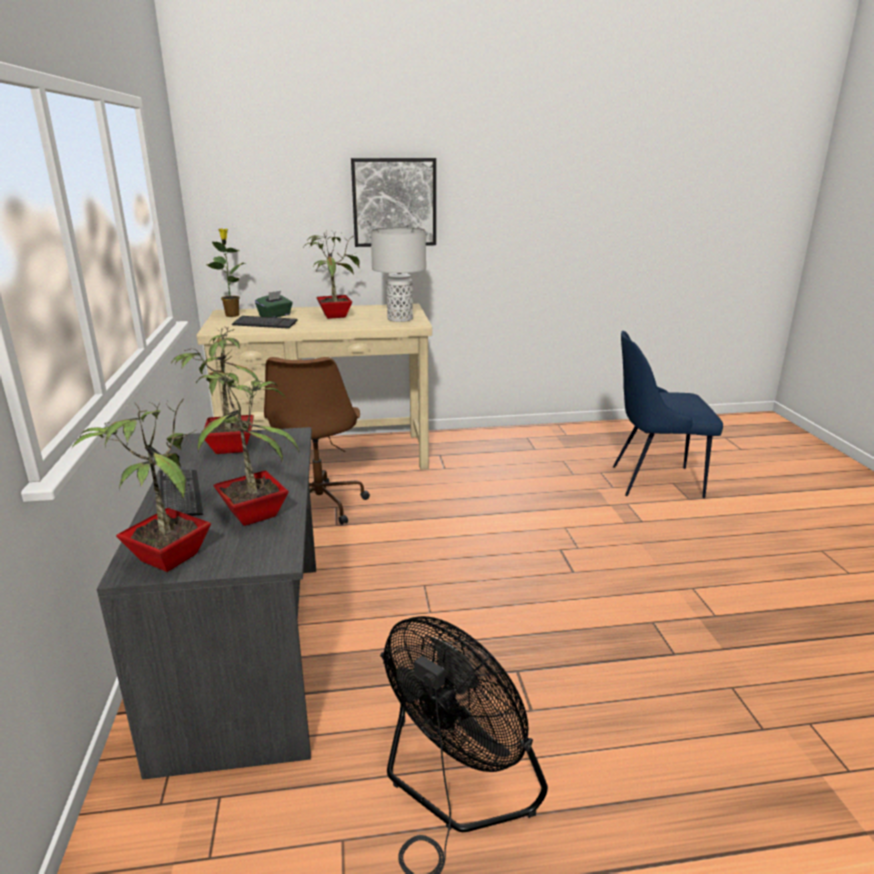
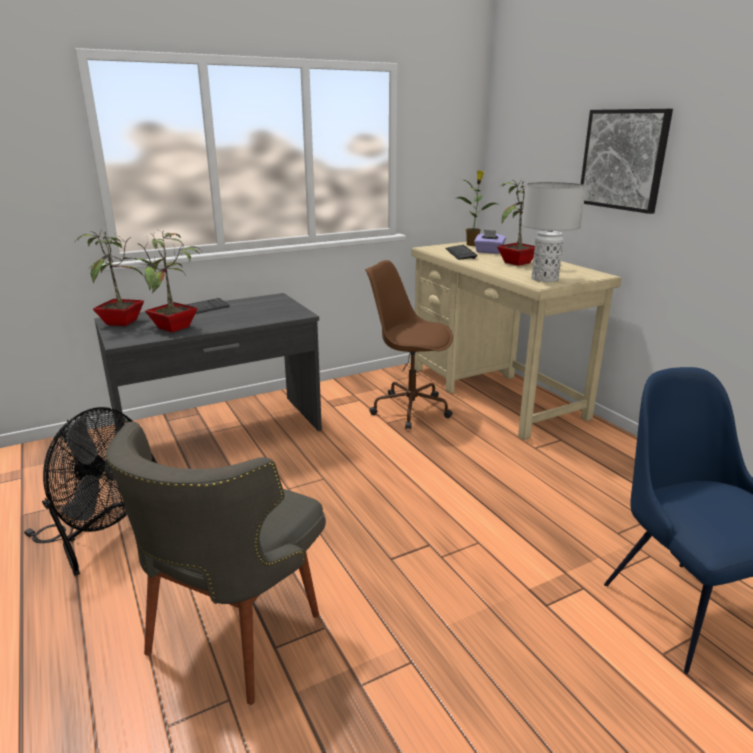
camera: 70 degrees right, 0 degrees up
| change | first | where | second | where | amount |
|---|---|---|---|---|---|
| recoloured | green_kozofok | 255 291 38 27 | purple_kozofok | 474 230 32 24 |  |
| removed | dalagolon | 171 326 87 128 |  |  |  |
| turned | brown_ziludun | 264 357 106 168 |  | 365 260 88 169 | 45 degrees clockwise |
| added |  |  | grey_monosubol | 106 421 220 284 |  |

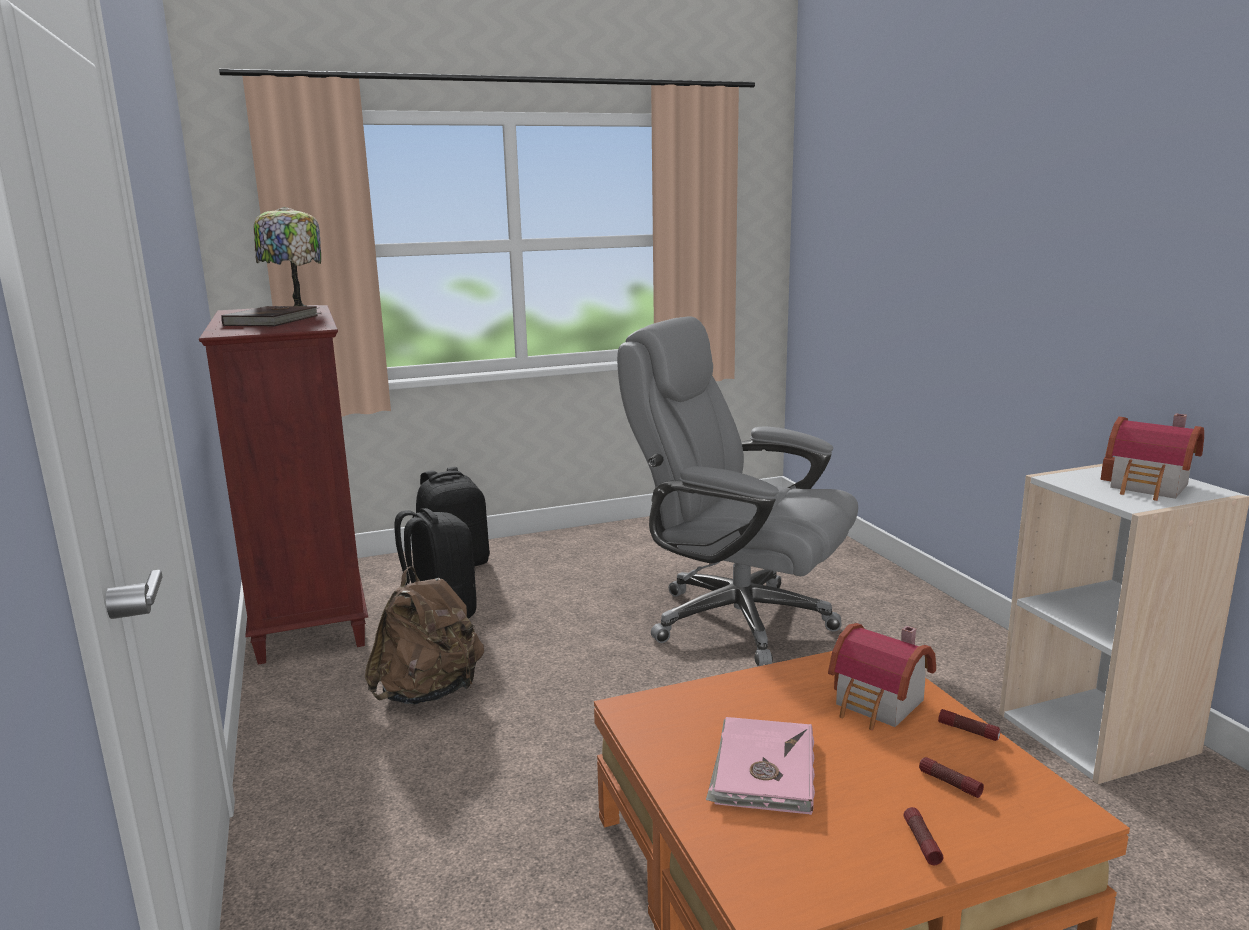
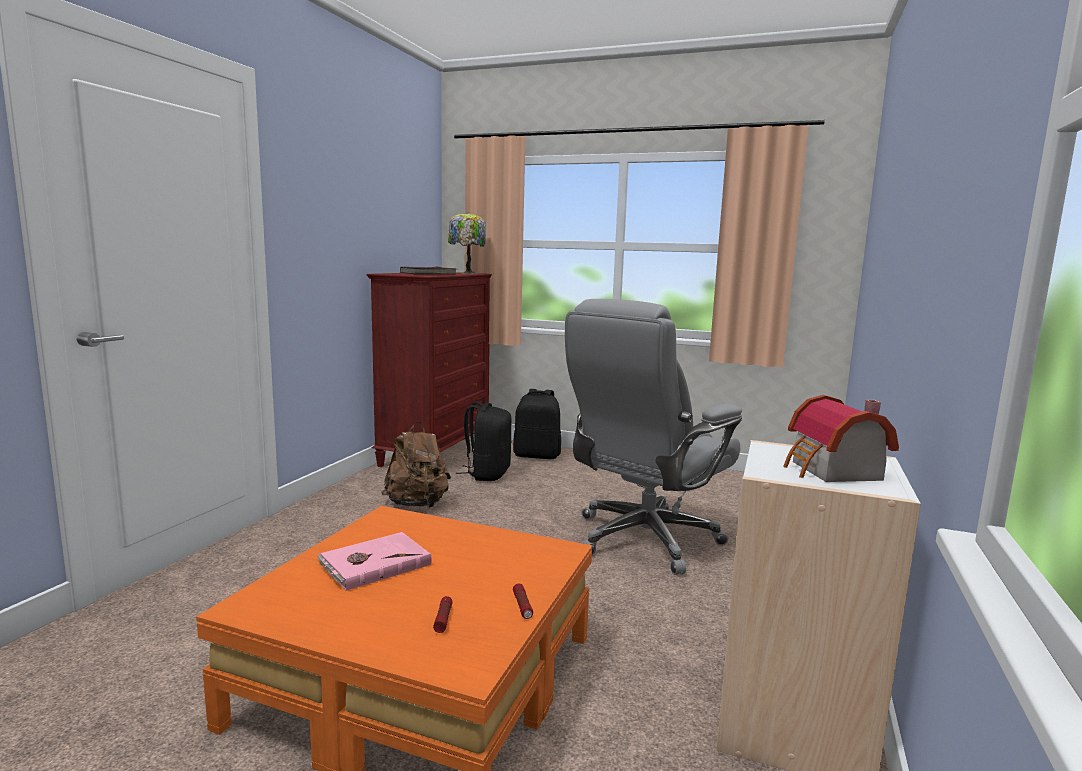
camera: 40 degrees right, 5 degrees down
| change | first | where | second | where | amount |
|---|---|---|---|---|---|
| turned | grey_ziludun | 617 316 241 351 |  | 565 299 177 276 | 120 degrees counterclockwise |
| removed | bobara | 828 623 108 107 |  |  |  |
| removed | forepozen | 904 807 39 58 |  |  |  |

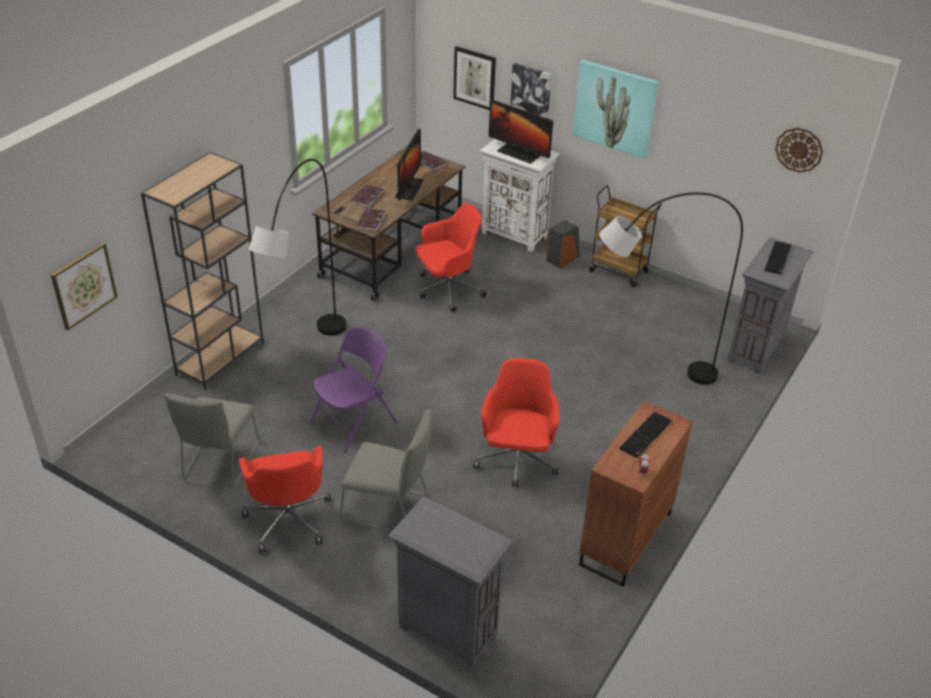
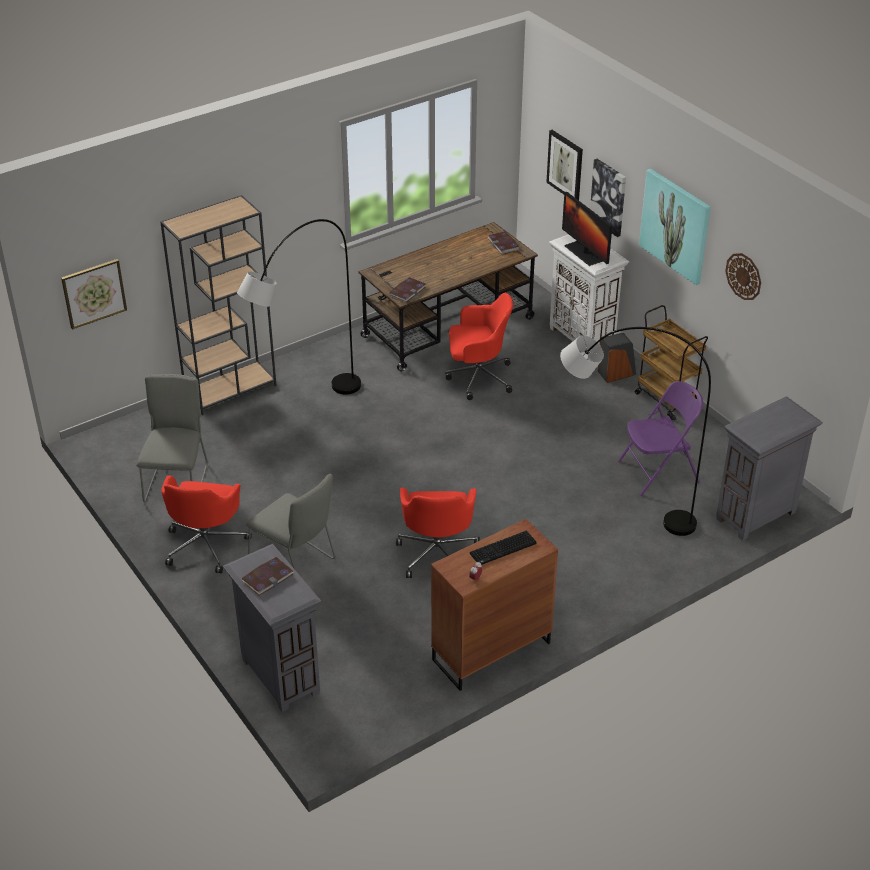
camera: 25 degrees right, 0 degrees up
| change | first | where | second | where | amount |
|---|---|---|---|---|---|
| moved | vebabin | 775 128 48 45 |  | 725 253 36 47 |  |
| removed | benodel | 395 129 29 72 |  |  |  |
| moved | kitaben | 351 185 32 23 |  | 242 557 51 38 |  |
| removed | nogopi | 764 241 27 33 |  |  |  |
| moved | purple_monosubol | 310 328 88 126 |  | 618 381 85 116 |  |
| turned | red_ziludun | 473 358 87 129 |  | 396 488 84 90 | 150 degrees clockwise |
| turned | grey_monosubol | 164 393 95 94 |  | 136 374 72 128 | 150 degrees clockwise |

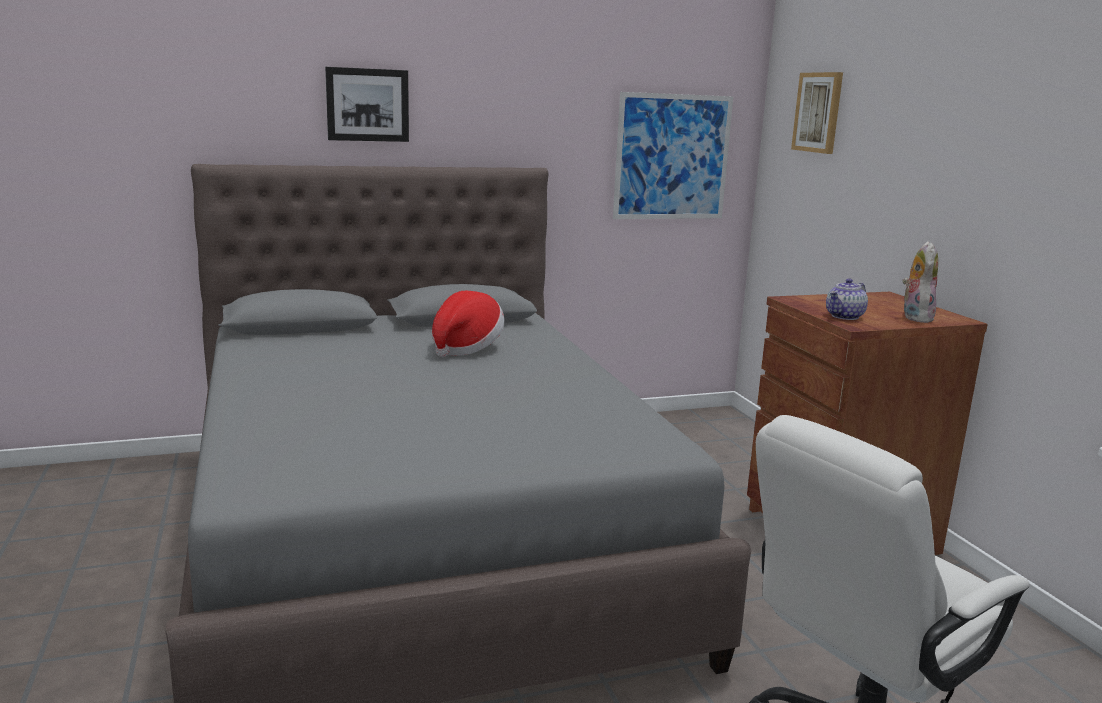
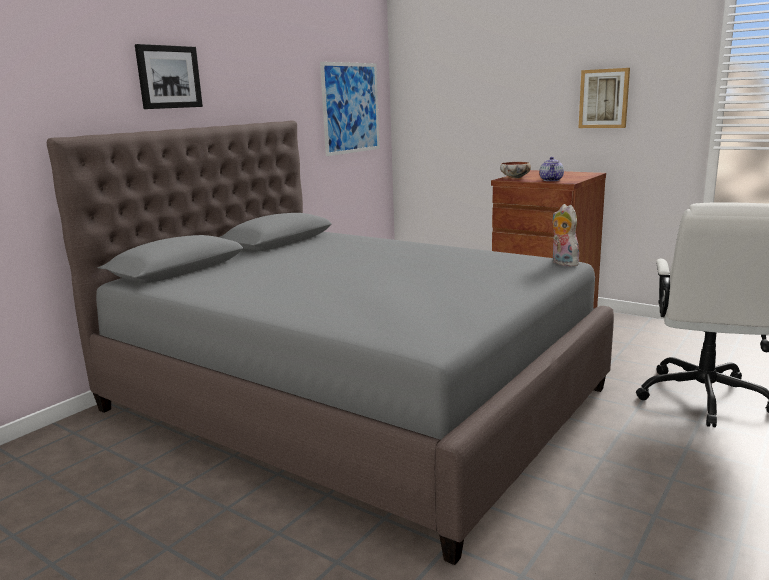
camera: 35 degrees left, 0 degrees up
| change | first | where | second | where | amount |
|---|---|---|---|---|---|
| moved | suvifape | 791 72 52 82 |  | 579 68 51 60 |  |
| moved | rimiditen | 902 241 36 82 |  | 553 204 26 63 |  |
| removed | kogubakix | 432 291 73 66 |  |  |  |
| added |  |  | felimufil | 500 162 31 16 |  |

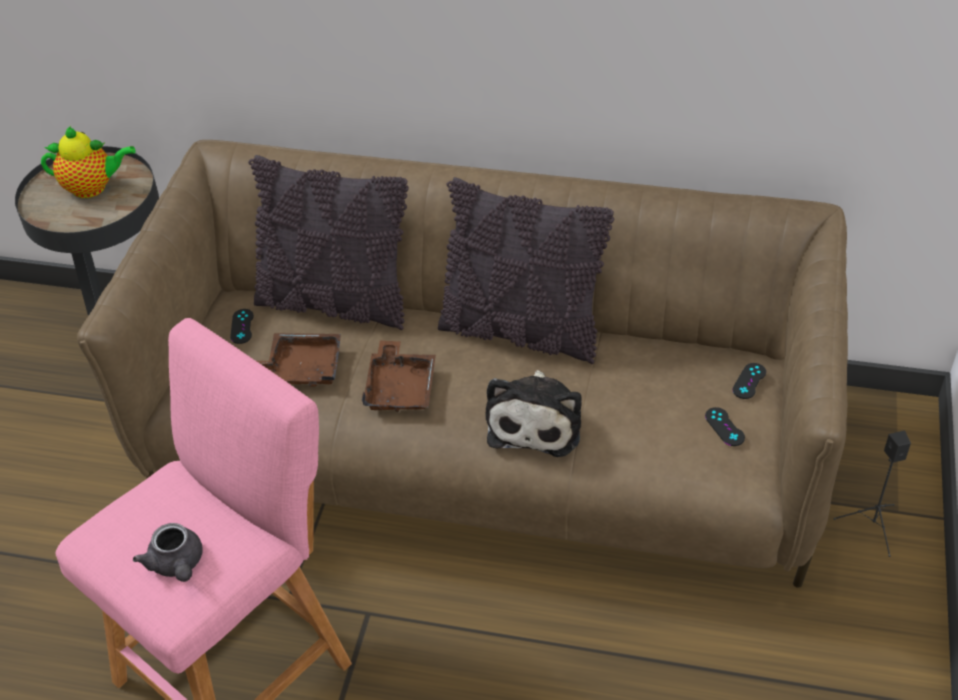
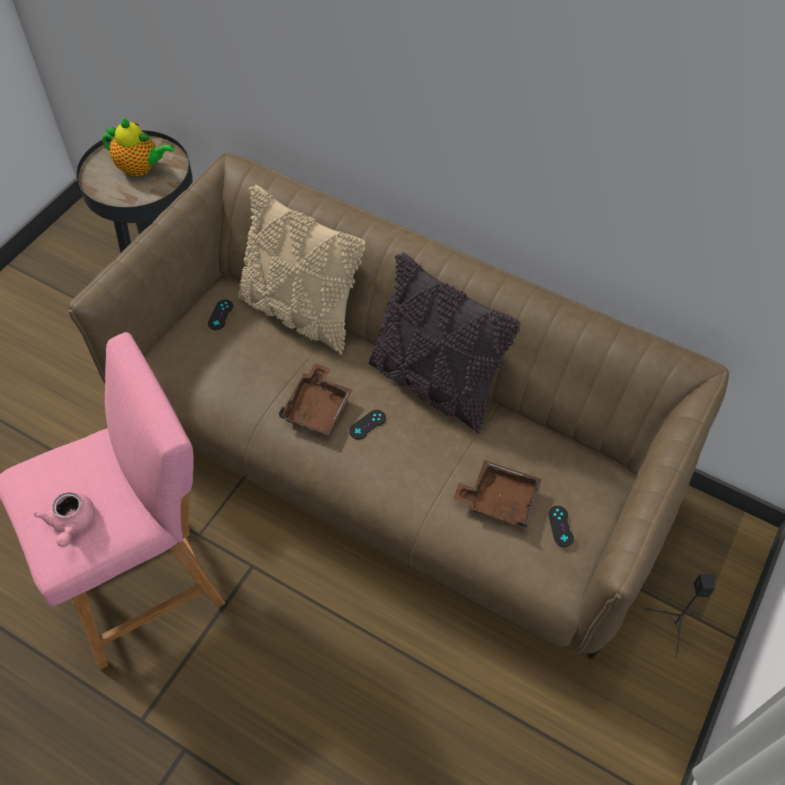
camera: 15 degrees right, 10 degrees up
| change | first | where | second | where | amount |
|---|---|---|---|---|---|
| recoloured | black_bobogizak | 248 155 161 175 | beige_bobogizak | 238 185 127 170 |  |
| moved | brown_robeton | 257 333 84 54 |  | 453 460 89 67 |  |
| moved | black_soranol | 733 363 33 36 |  | 349 410 37 29 |  |
| removed | rimiditen | 486 370 96 87 |  |  |  |
| recoloured | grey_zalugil | 133 523 69 59 | pink_zalugil | 34 492 61 55 |  |

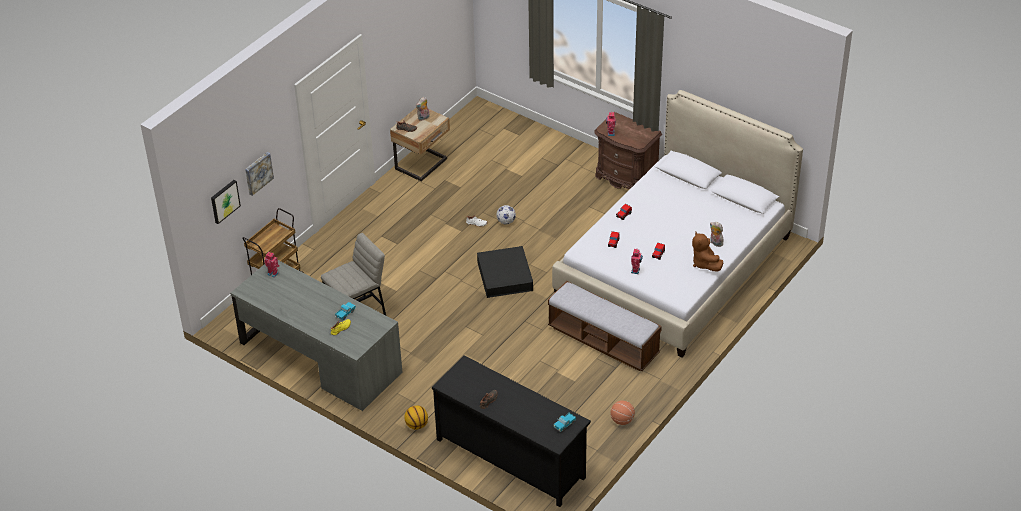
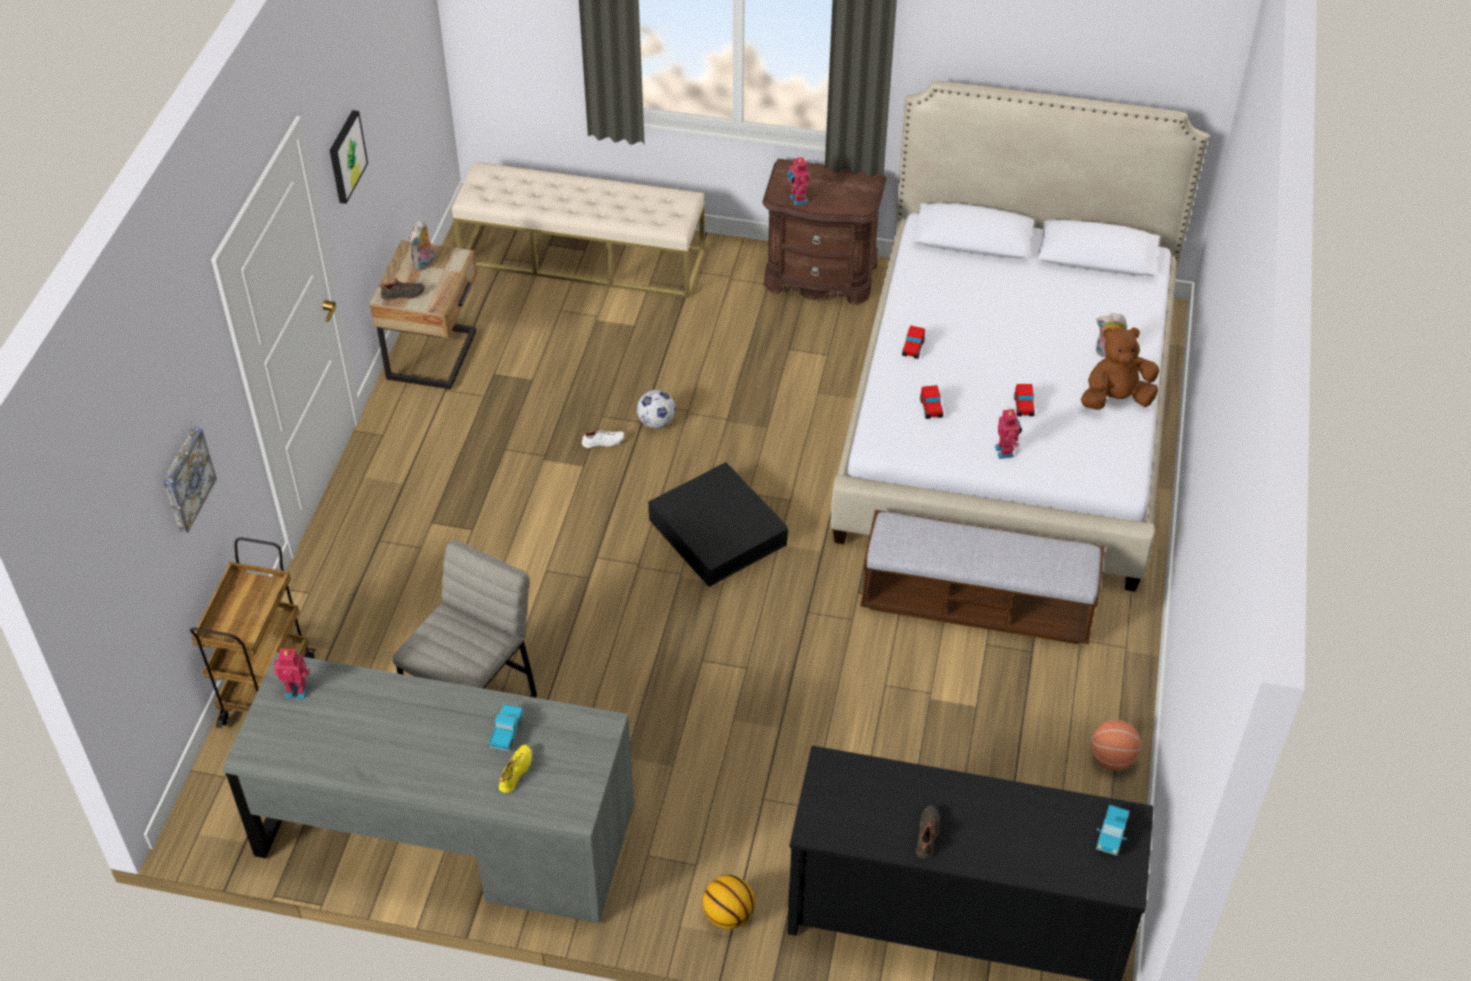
camera: 25 degrees left, 5 degrees up
| change | first | where | second | where | amount |
|---|---|---|---|---|---|
| moved | suvifape | 211 180 30 44 |  | 330 110 38 94 |  |
| turned | brown_rimiditen | 692 232 31 40 |  | 1081 327 78 83 | 120 degrees clockwise |
| added |  |  | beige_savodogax | 452 161 253 137 |  |

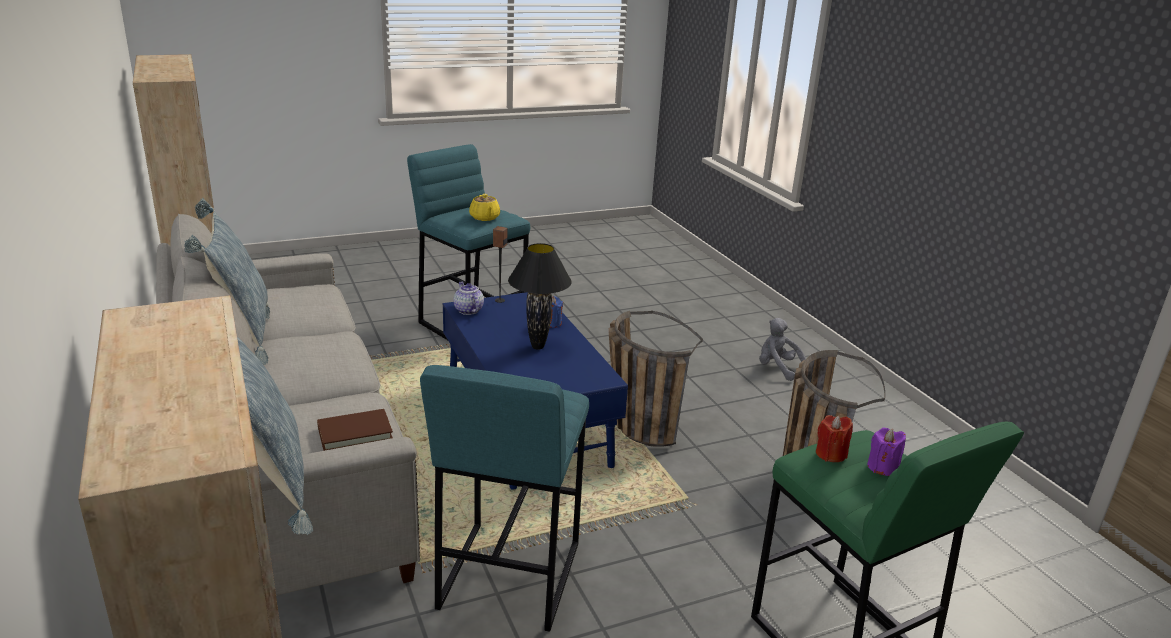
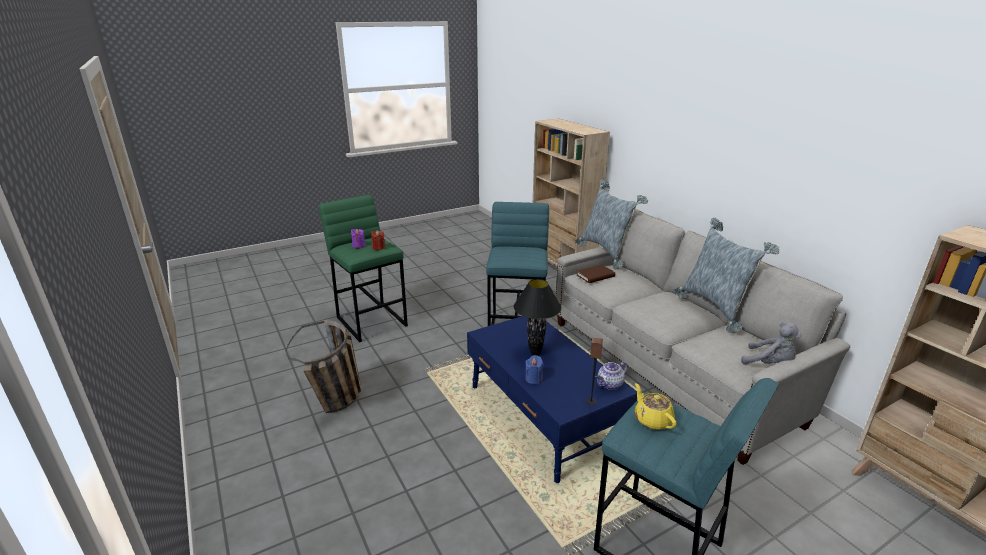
camera: 175 degrees right, 0 degrees up
| change | first | where | second | where | amount |
|---|---|---|---|---|---|
| turned | zalugil | 453 282 31 33 |  | 595 362 33 28 | 90 degrees clockwise |
| removed | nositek | 608 311 95 136 |  |  |  |
| moved | grey_rimiditen | 759 318 47 63 |  | 741 322 60 43 |  |

